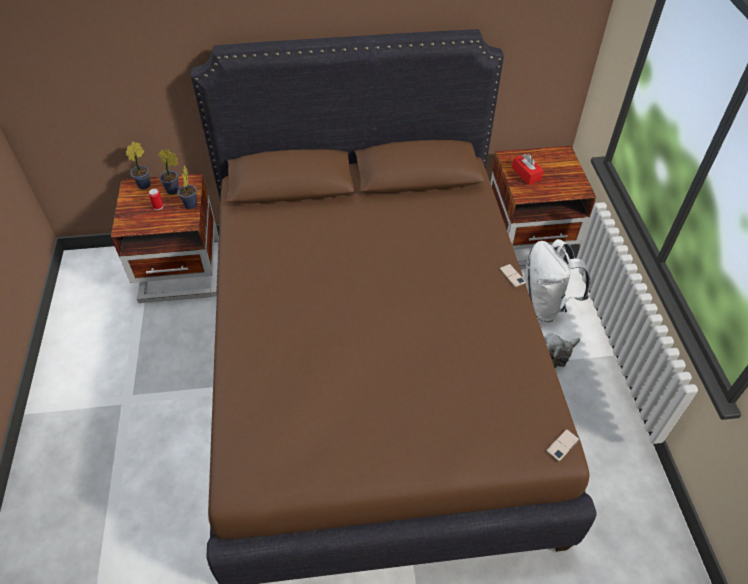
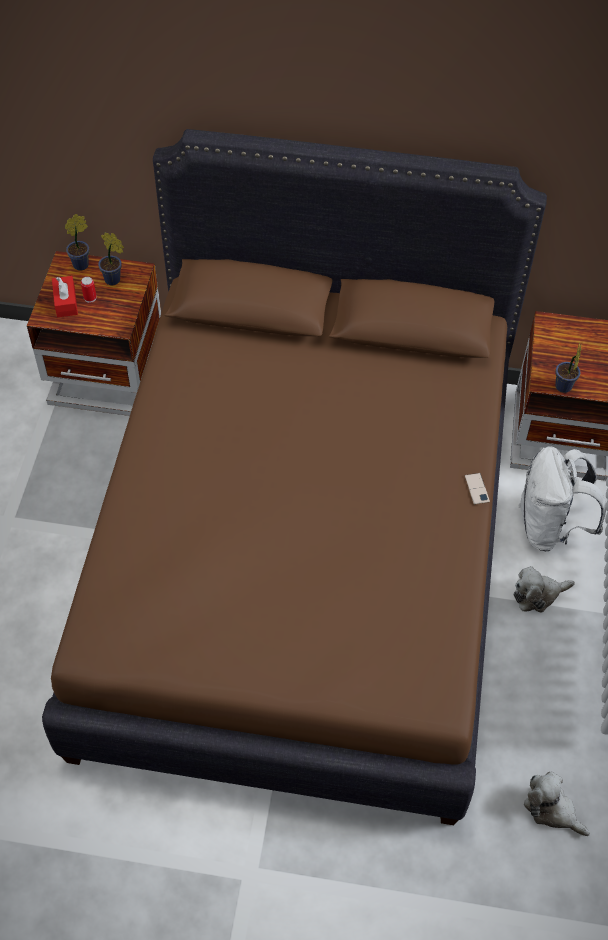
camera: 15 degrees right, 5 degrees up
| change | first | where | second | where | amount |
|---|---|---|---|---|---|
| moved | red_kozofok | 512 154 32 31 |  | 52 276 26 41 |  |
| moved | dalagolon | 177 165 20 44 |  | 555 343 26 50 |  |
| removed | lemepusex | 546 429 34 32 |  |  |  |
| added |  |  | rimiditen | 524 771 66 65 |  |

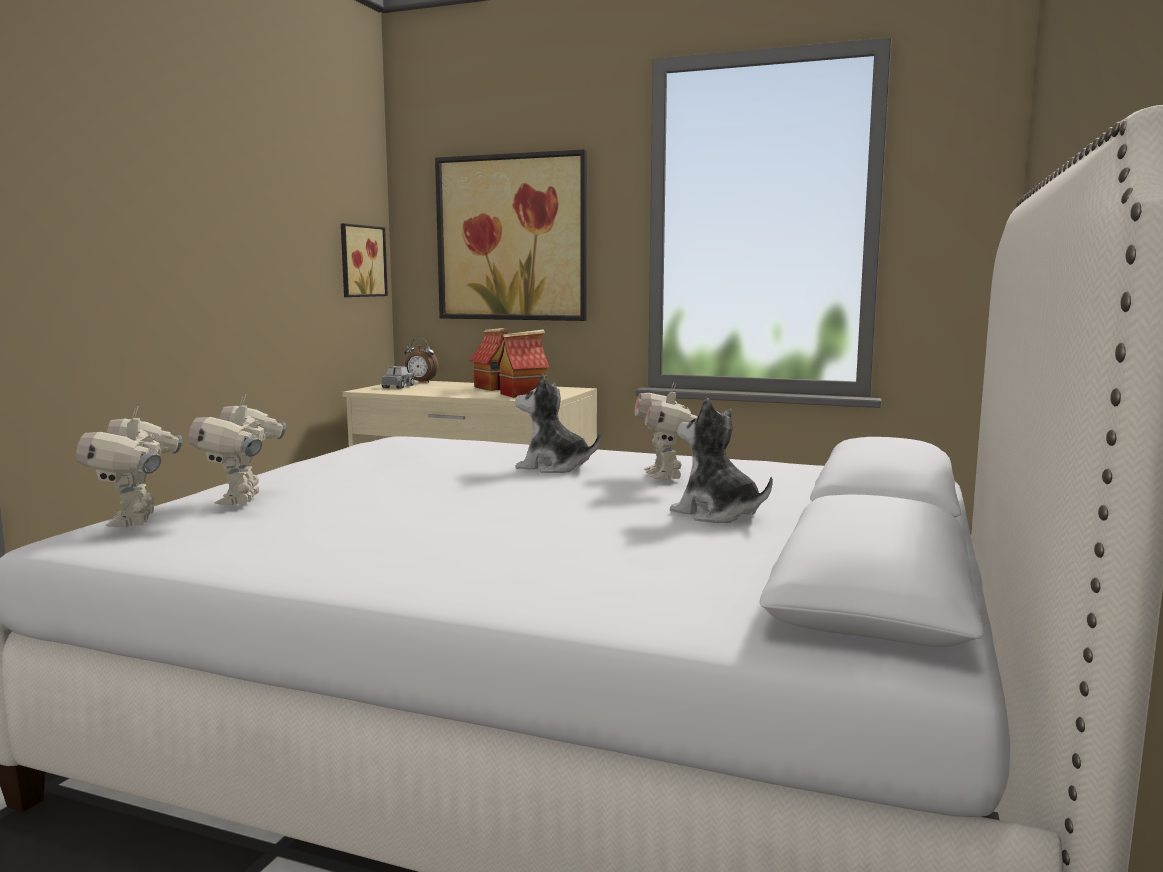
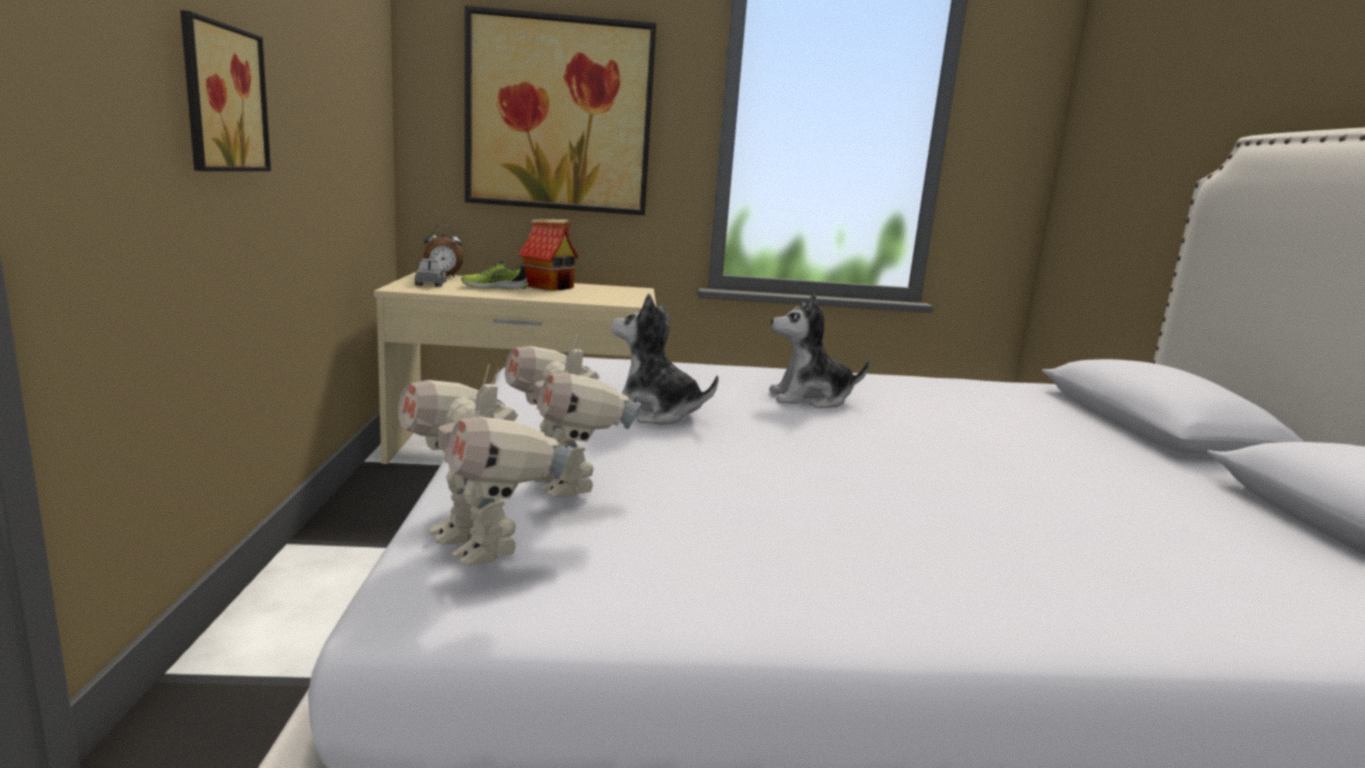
camera: 25 degrees left, 5 degrees up
| change | first | where | second | where | amount |
|---|---|---|---|---|---|
| moved | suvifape | 341 223 47 74 |  | 180 10 91 161 |  |
| removed | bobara | 496 329 53 69 |  |  |  |
| removed | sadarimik | 634 382 64 98 |  |  |  |
| moved | rimiditen | 670 398 103 125 |  | 611 293 108 132 |  |
| added |  |  | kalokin | 461 260 67 29 |  |

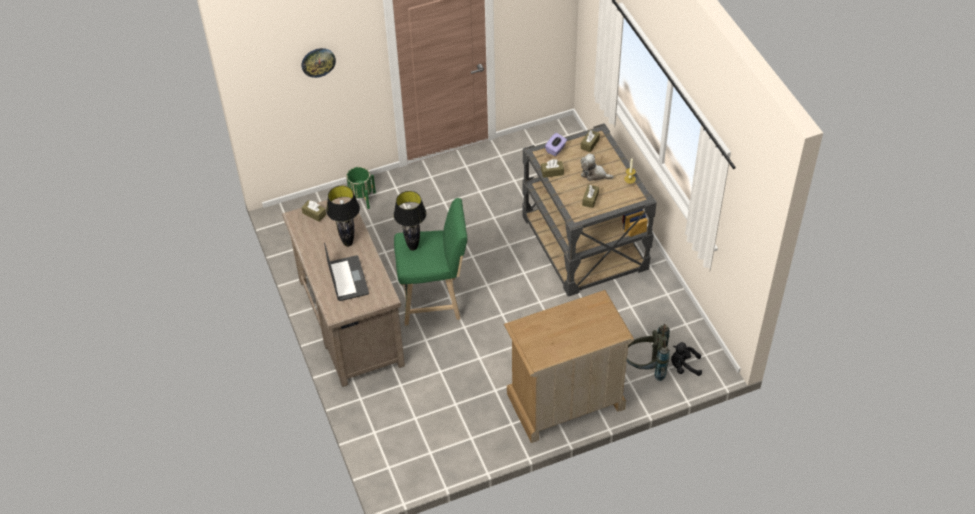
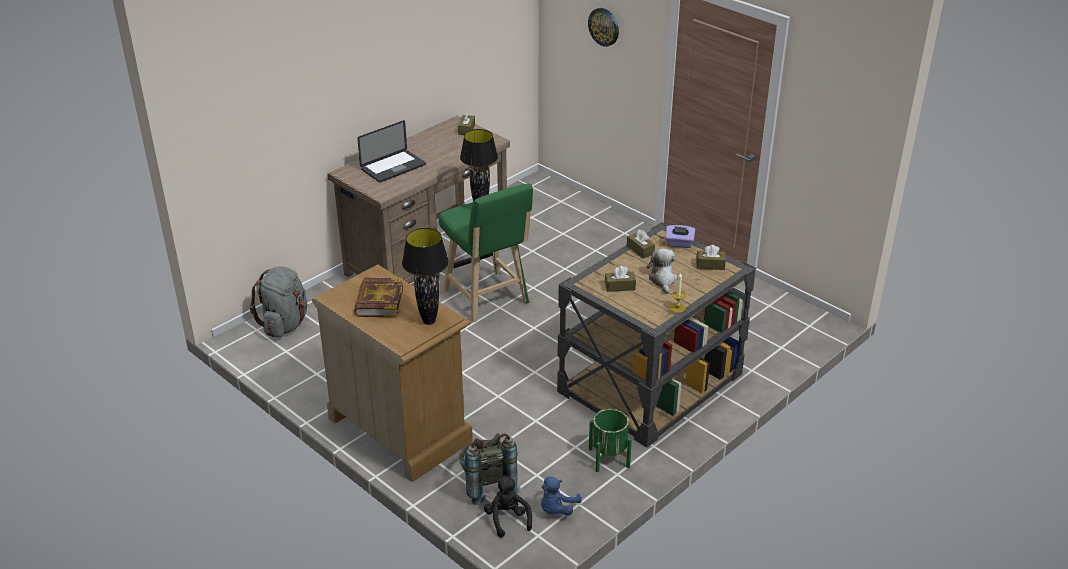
camera: 65 degrees right, 15 degrees down
| change | first | where | second | where | amount |
|---|---|---|---|---|---|
| moved | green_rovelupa | 346 167 30 42 |  | 589 409 43 63 |  |
| moved | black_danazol | 326 186 34 61 |  | 402 228 47 97 |  |
| added |  |  | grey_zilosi | 250 267 58 70 |  |
| added |  |  | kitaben | 354 277 49 41 |  |
| added |  |  | blue_rimiditen | 541 476 41 40 |  |

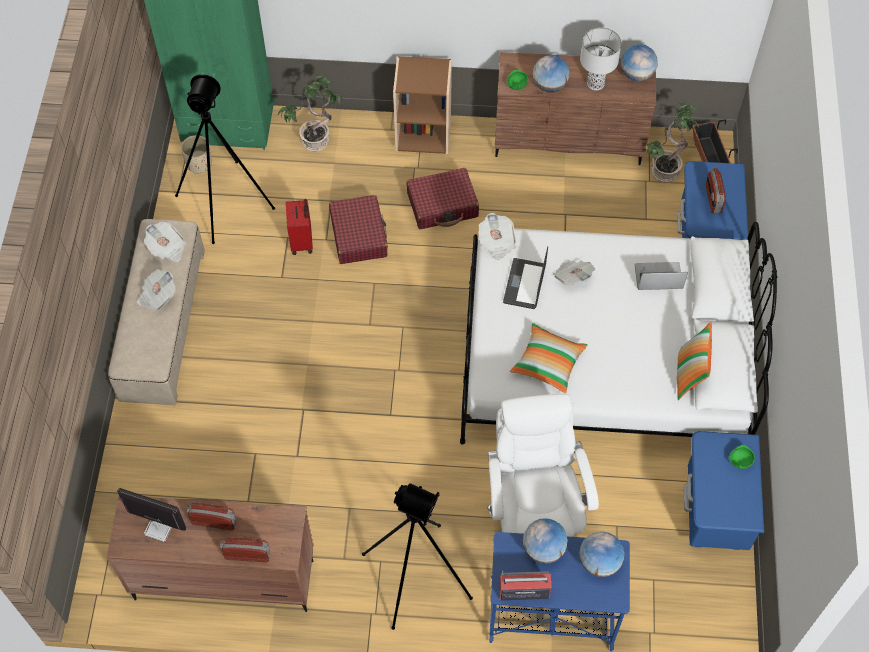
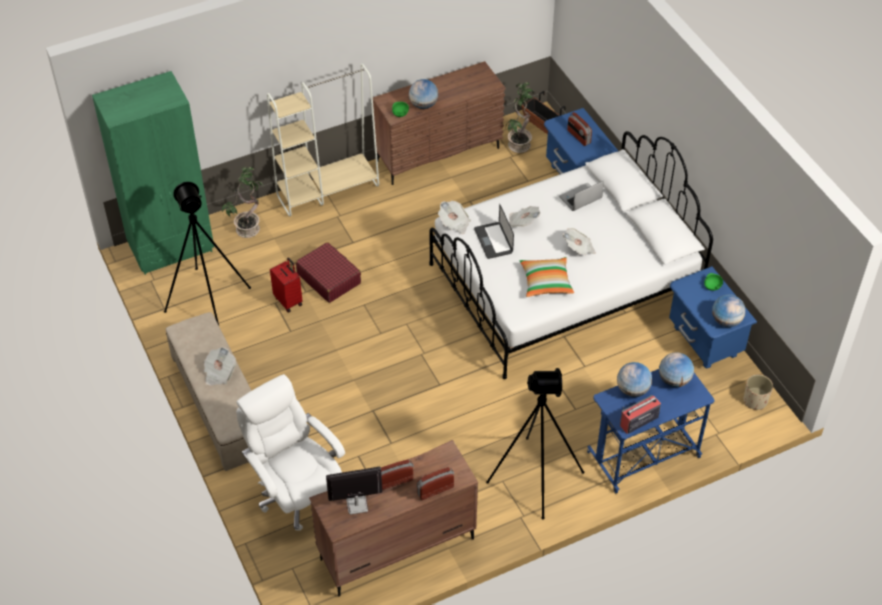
camera: 30 degrees left, 10 degrees down
| change | first | where | second | where | amount |
|---|---|---|---|---|---|
| removed | white_danazol | 580 27 41 64 |  |  |  |
| moved | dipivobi | 621 44 37 37 |  | 712 294 34 33 |  |
| replaced | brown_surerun | 393 56 59 98 | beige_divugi | 267 64 112 152 |  |
| moved | beige_rovelupa | 181 135 31 39 |  | 744 374 29 36 |  |
| removed | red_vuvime | 406 168 73 61 |  |  |  |
| moved | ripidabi | 144 222 42 40 |  | 563 228 33 27 |  |
| removed | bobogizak | 677 322 35 78 |  |  |  |
| moved | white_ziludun | 487 394 112 143 |  | 236 374 109 157 |  |

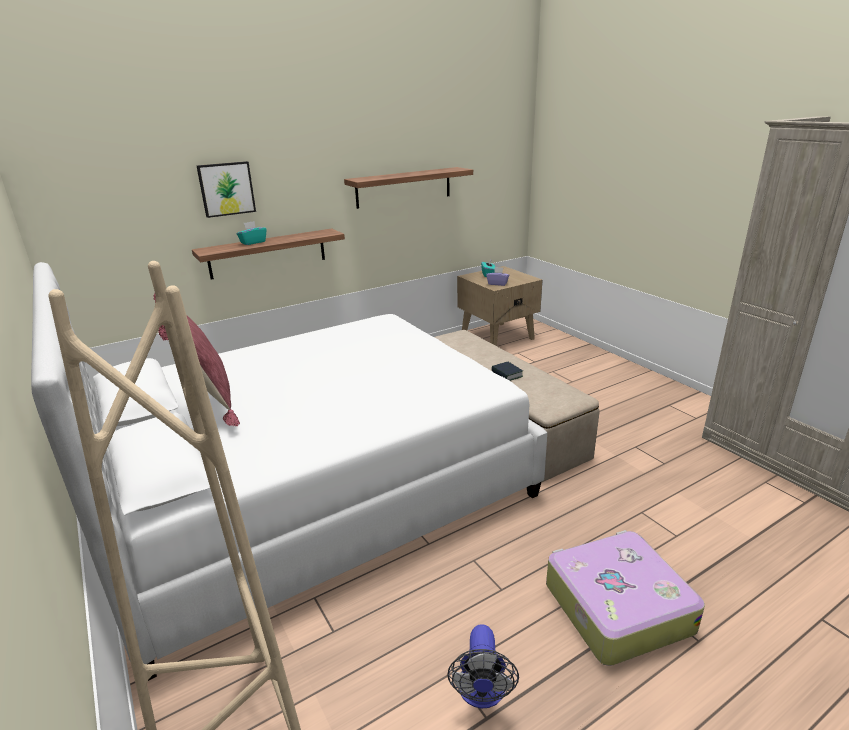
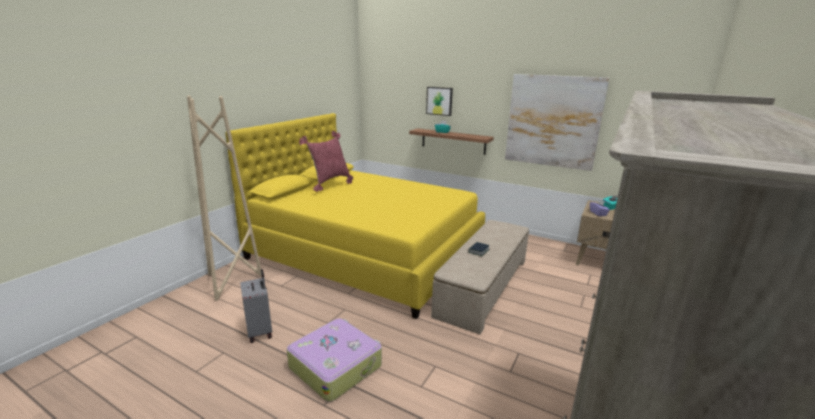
camera: 60 degrees right, 5 degrees down
| change | first | where | second | where | amount |
|---|---|---|---|---|---|
| replaced | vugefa | 344 167 129 42 | suvifape | 505 74 104 97 |  |
| recoloured | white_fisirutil | 31 262 516 419 | yellow_fisirutil | 225 113 260 206 |  |
| replaced | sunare | 447 624 72 85 | grey_vuvime | 240 269 32 74 |  |

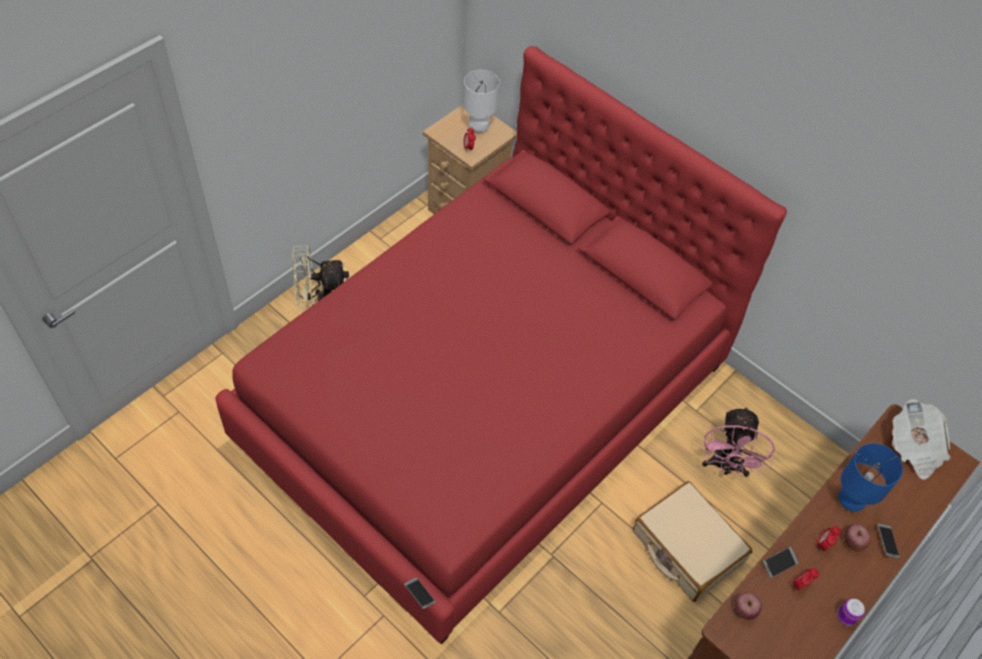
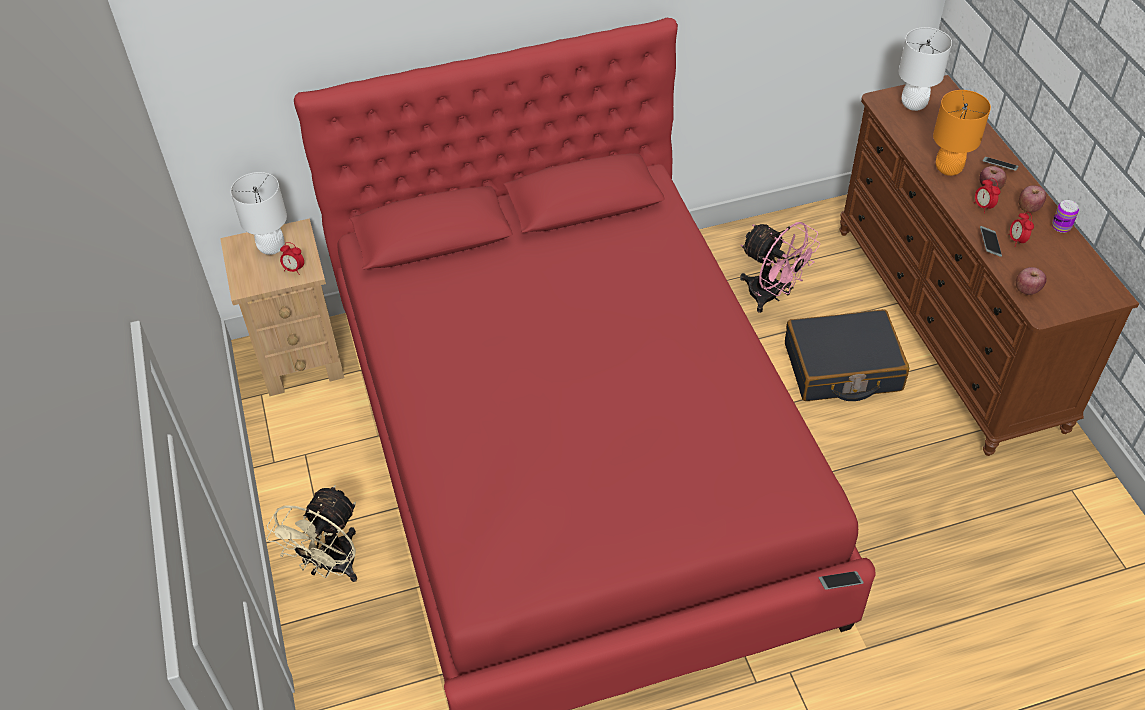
camera: 55 degrees left, 5 degrees down
| change | first | where | second | where | amount |
|---|---|---|---|---|---|
| replaced | ripidabi | 892 399 58 81 | white_danazol | 899 27 53 84 |  |
| recoloured | blue_danazol | 839 443 64 69 | orange_danazol | 933 90 58 86 |  |
| recoloured | beige_vuvime | 633 481 119 121 | black_vuvime | 785 309 124 92 |  |
| added |  |  | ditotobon | 1019 186 27 26 |  |

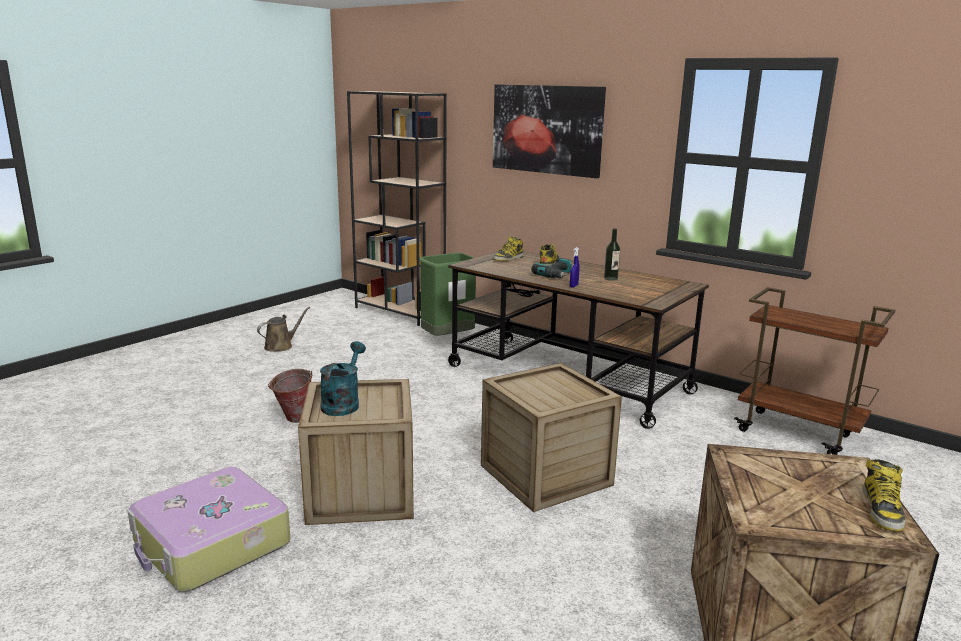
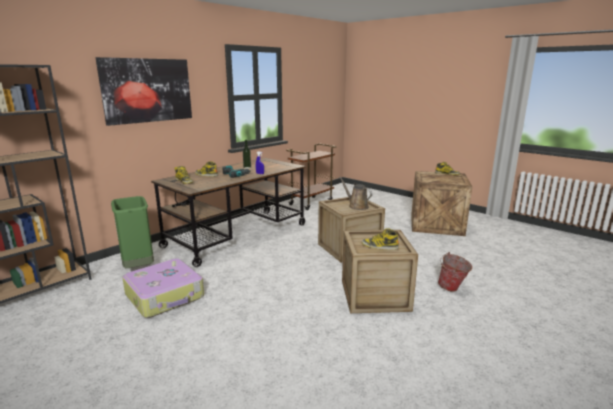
camera: 85 degrees left, 0 degrees up
| change | first | where | second | where | amount |
|---|---|---|---|---|---|
| moved | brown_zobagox | 257 306 53 46 |  | 339 177 34 33 |  |
| replaced | turquoise_zobagox | 320 341 46 75 | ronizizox | 362 228 37 22 |  |
| moved | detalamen | 268 369 44 54 |  | 438 252 34 40 |  |
| moved | vuvime | 127 467 163 125 |  | 122 259 82 59 |  |

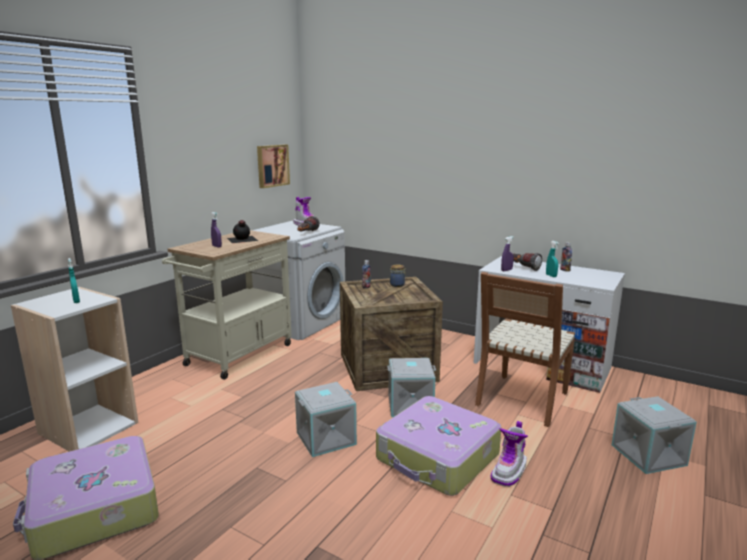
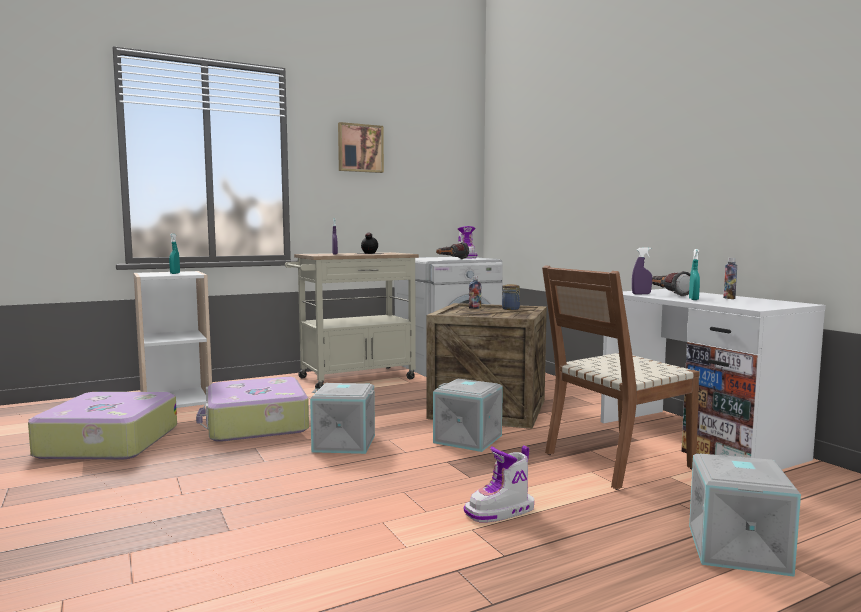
camera: 30 degrees right, 10 degrees down
| change | first | where | second | where | amount |
|---|---|---|---|---|---|
| moved | suvifape | 257 145 33 43 |  | 338 122 46 51 |  |
| moved | vuvime | 376 396 125 100 |  | 196 377 113 65 |  |

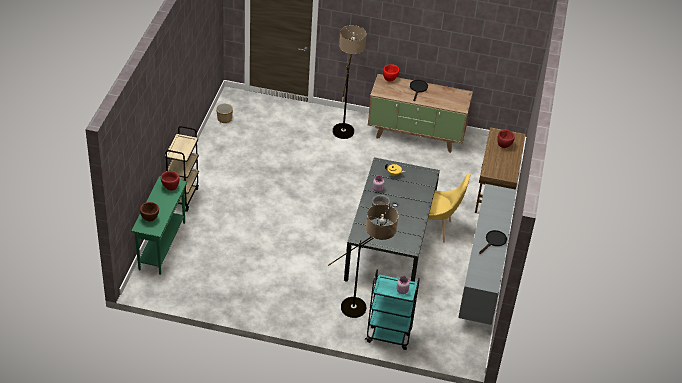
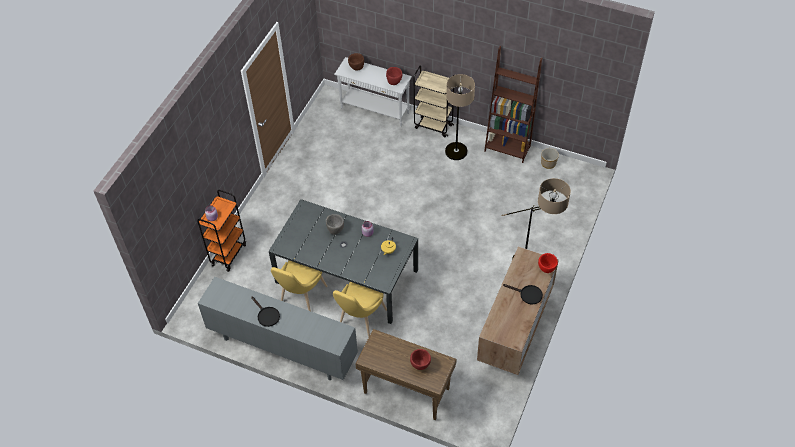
camera: 105 degrees right, 10 degrees up
| change | first | where | second | where | amount |
|---|---|---|---|---|---|
| recoloured | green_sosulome | 131 176 56 99 | white_sosulome | 334 57 78 69 |  |
| moved | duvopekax | 328 204 70 114 |  | 445 74 30 86 |  |
| recoloured | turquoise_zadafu | 365 270 55 80 | orange_zadafu | 197 190 50 82 |  |
| added |  |  | brown_surerun | 484 46 58 117 |  |
| added |  |  | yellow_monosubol | 271 257 56 54 |  |

